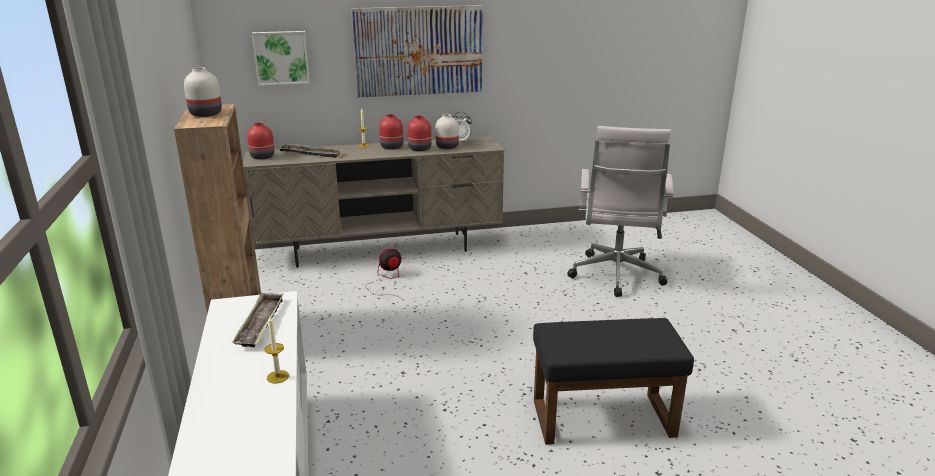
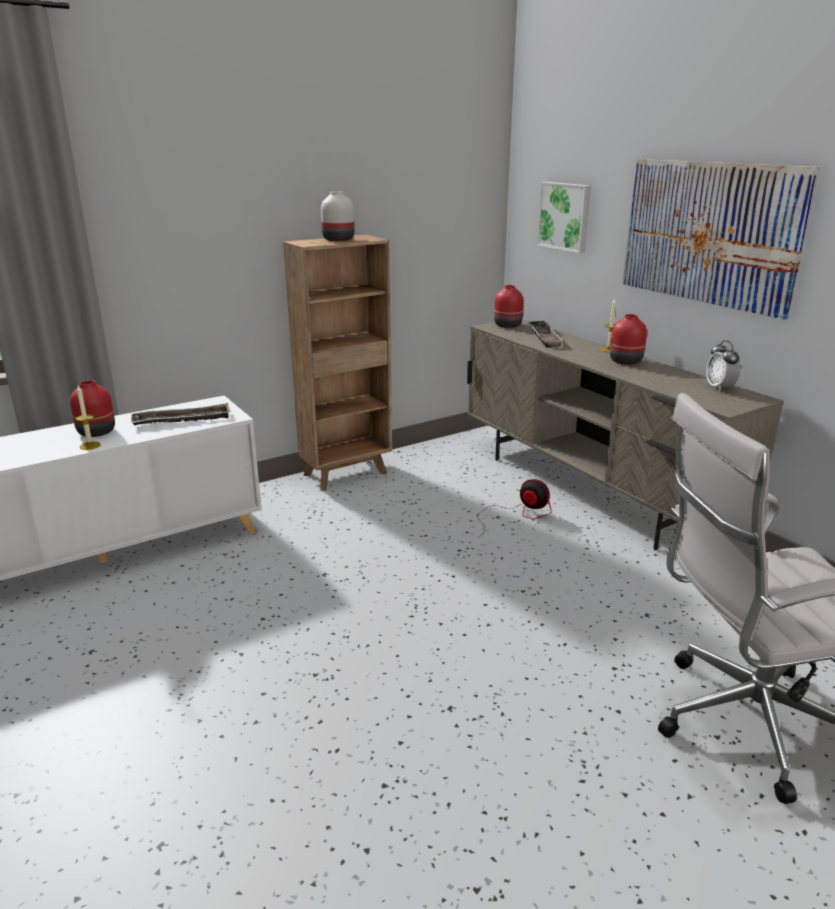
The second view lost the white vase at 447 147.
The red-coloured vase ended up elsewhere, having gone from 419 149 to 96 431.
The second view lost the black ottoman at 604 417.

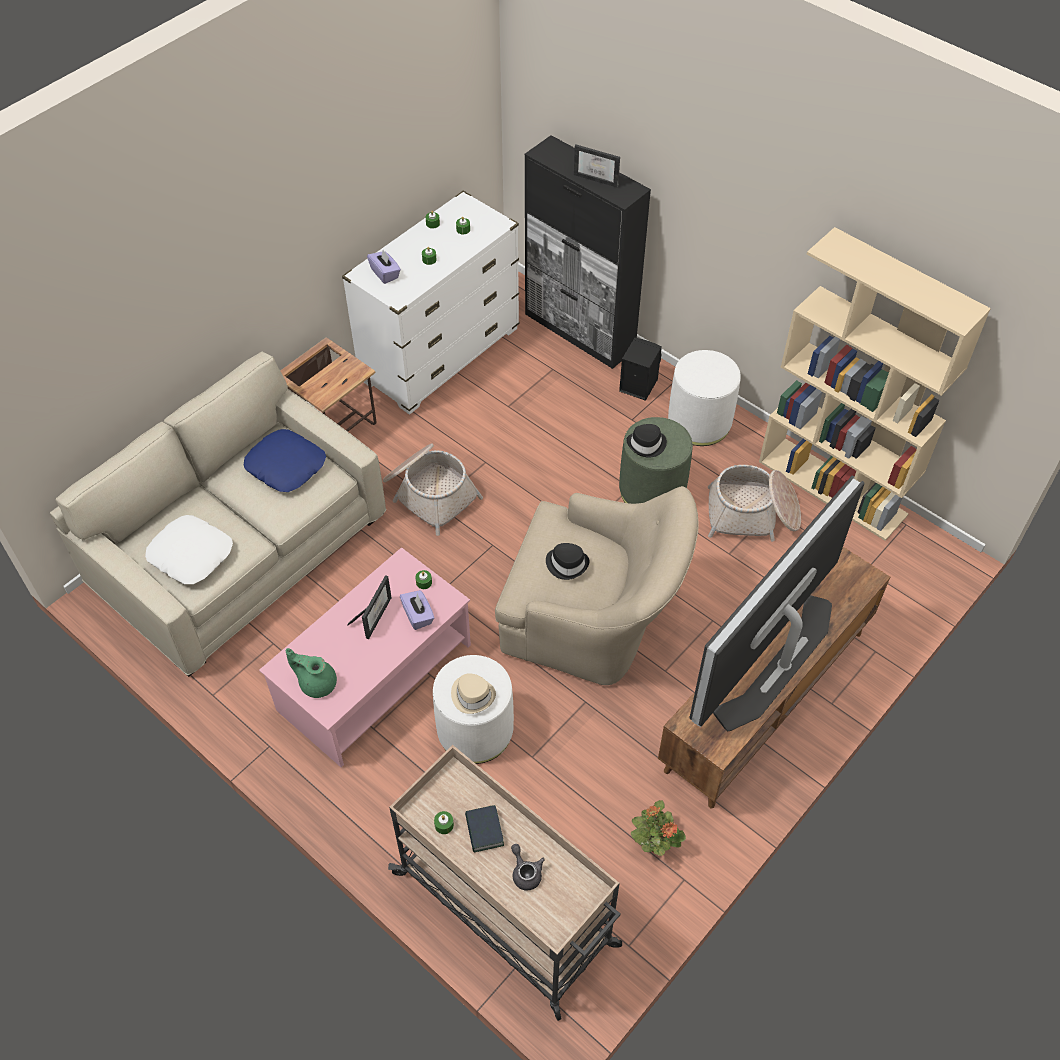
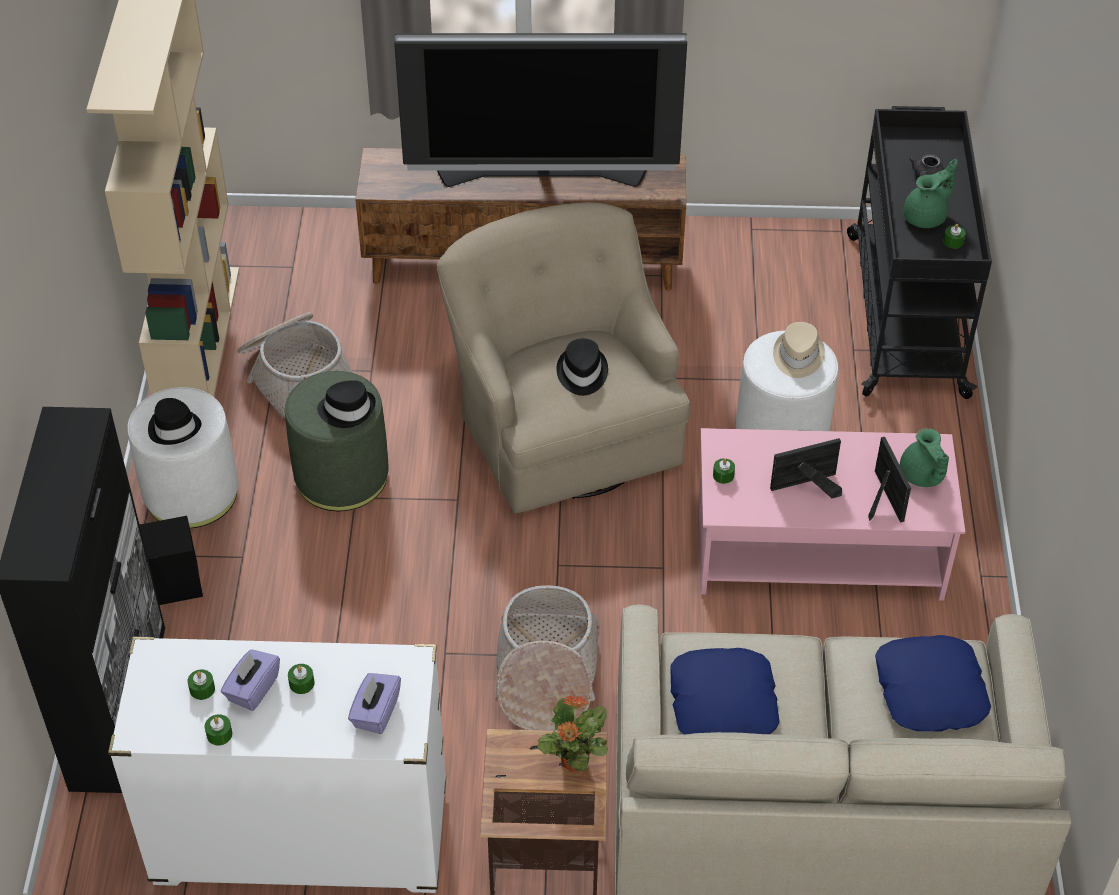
The picture frame ended up elsewhere, having gone from 598 178 to 881 496.
What was the white pillow at 191 554 turned into the blue-coloured pillow at 929 691.
The purple-coloured box of tissues ended up elsewhere, having gone from 418 616 to 252 689.
What was the beige cart at 507 911 turned into the black cart at 905 312.
The potted plant ended up elsewhere, having gone from 654 843 to 573 762.
Where the volume stood at 484 830, the green-coloured pot for tea came to stand at 926 217.
The second view gained the black wearable hat at 174 427.

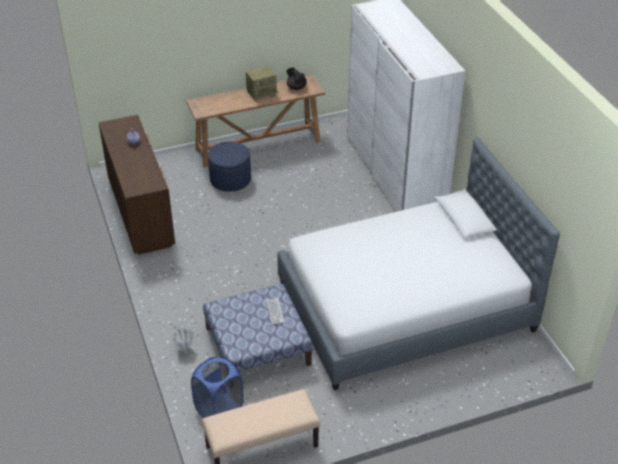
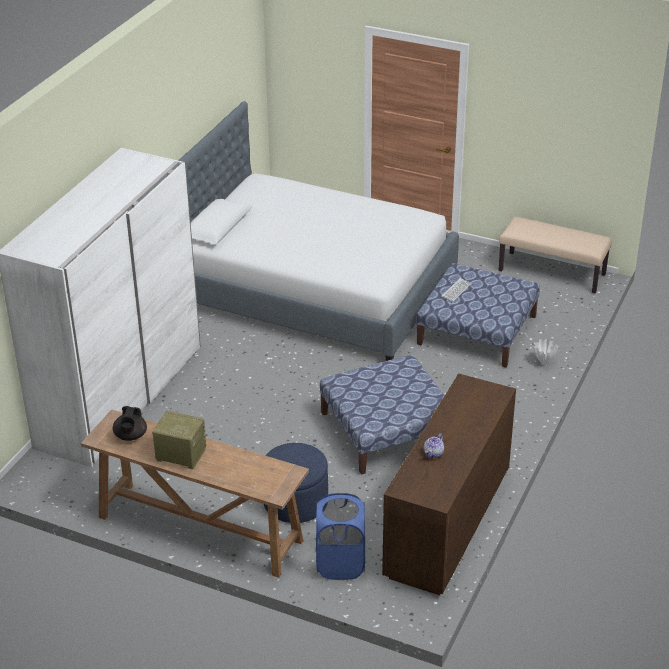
The blue-coloured laundry basket ended up elsewhere, having gone from 219 409 to 341 563.
The second view gained the ottoman at 388 429.

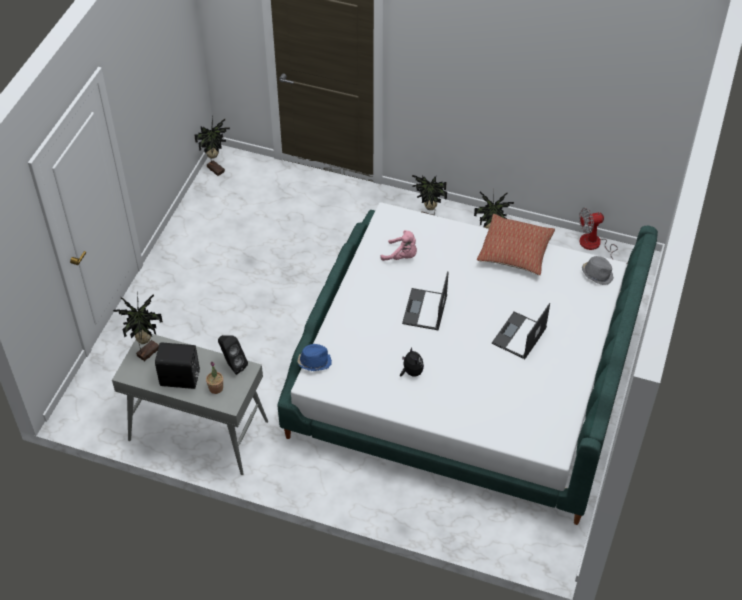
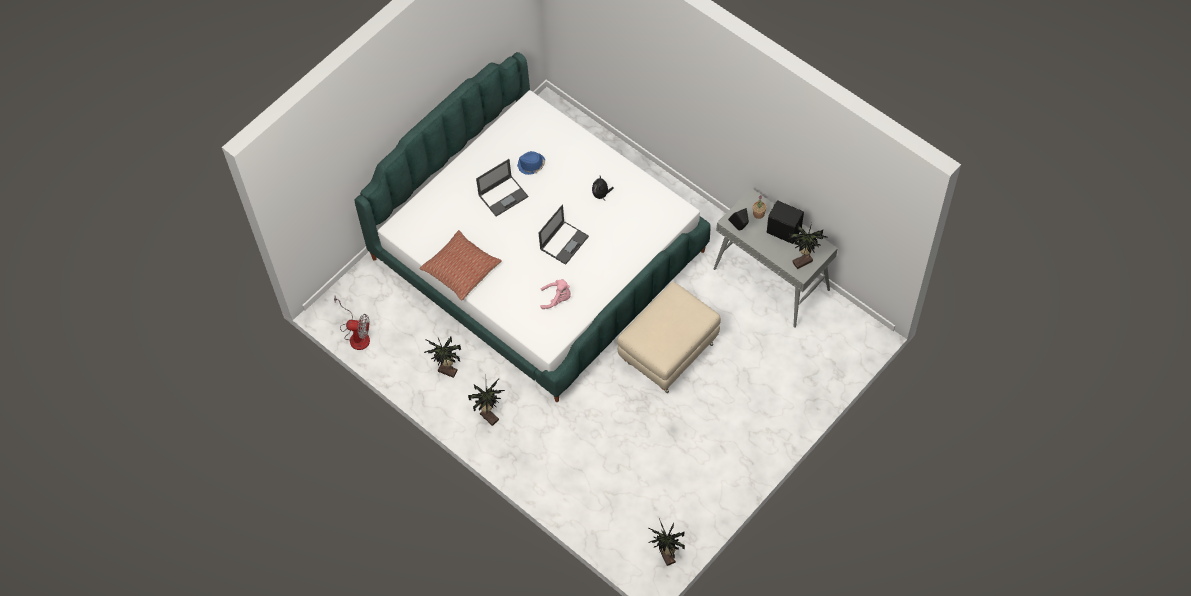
The pinkish cuddly toy at 402 256 ended up facing another way, 135 degrees clockwise from before.
The second view lost the grey wearable hat at 597 274.
The blue-coloured wearable hat ended up elsewhere, having gone from 314 362 to 531 165.
The second view gained the beige ottoman at 668 351.

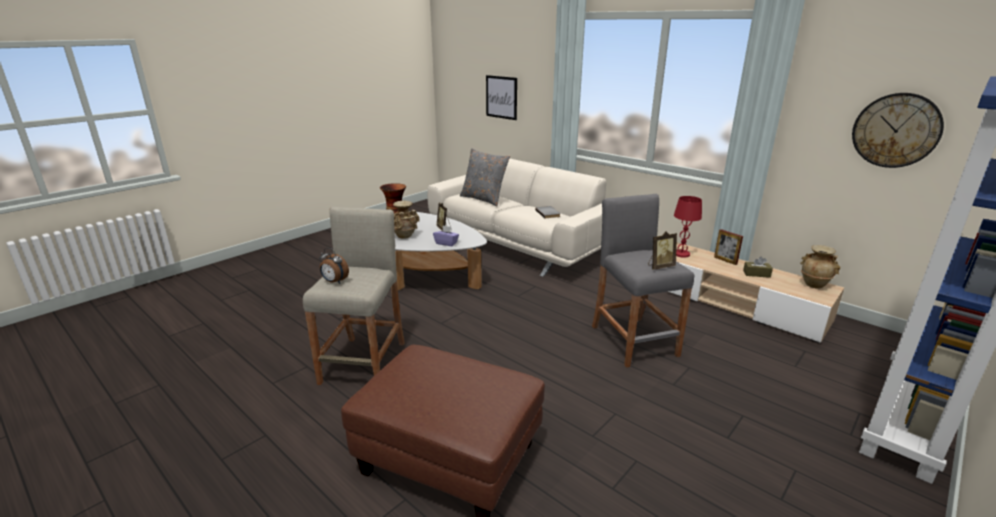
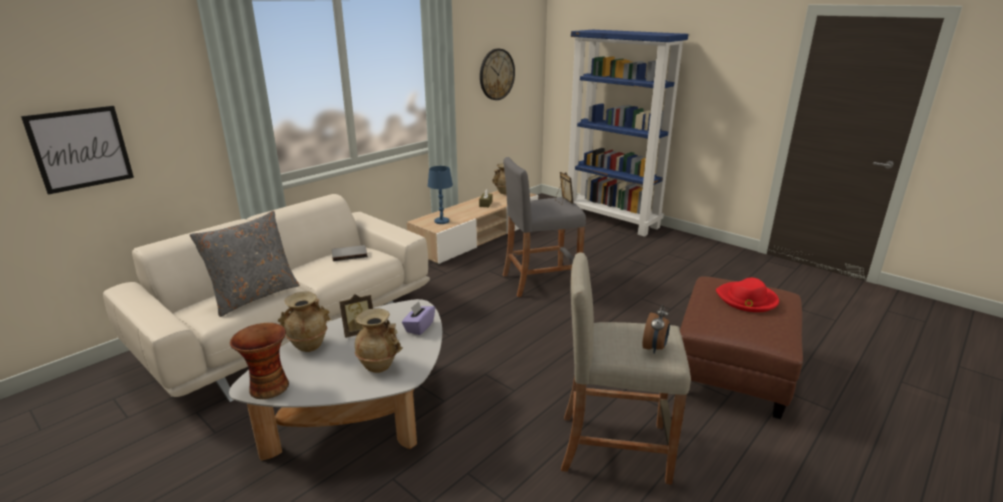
What was the red-coloured lamp for a table at 681 254 turned into the blue-coloured lamp for a table at 441 221.
The second view lost the picture frame at 725 260.
The second view gained the red-coloured wearable hat at 747 299.
The second view gained the beige vase at 308 345.

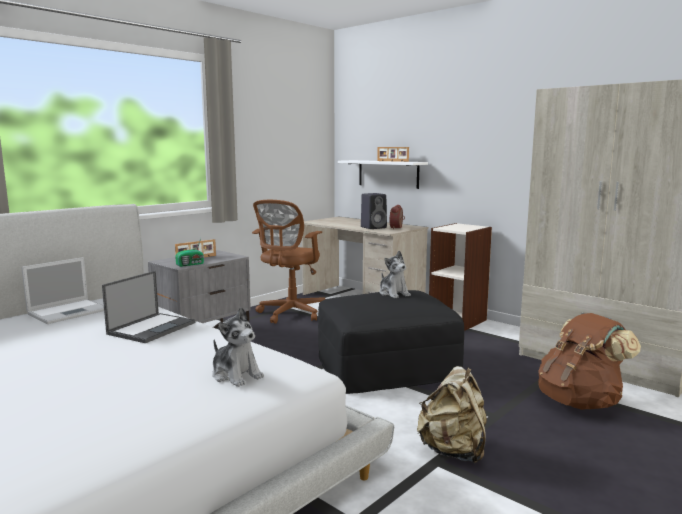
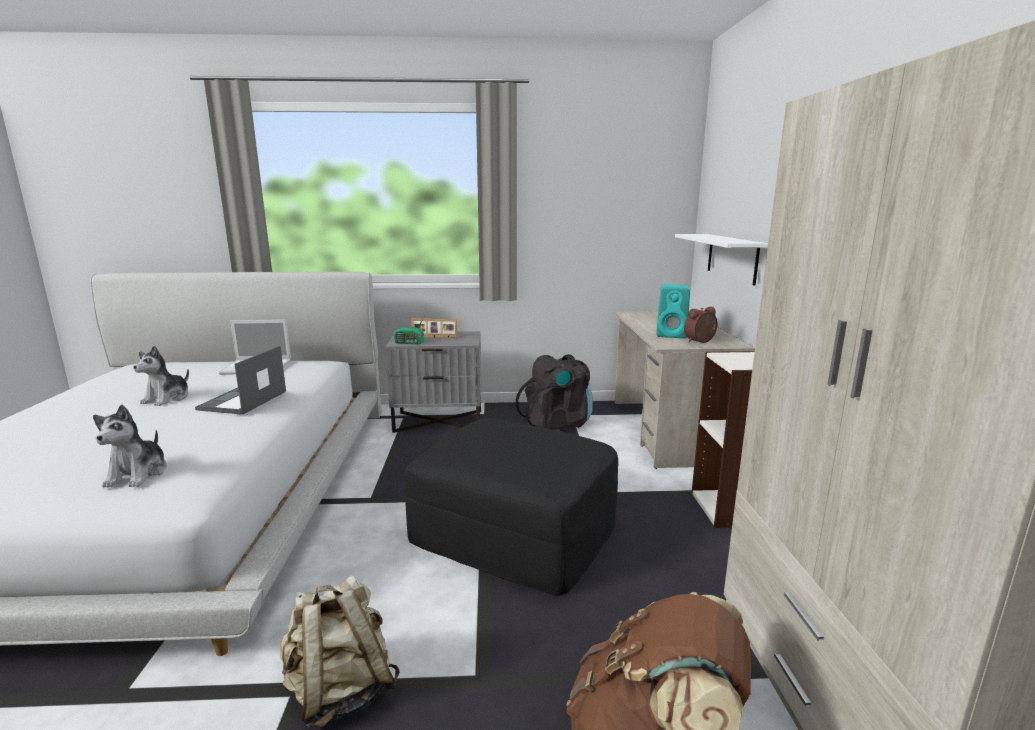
The second view lost the picture frame at 392 161.
What was the black loudspeaker at 374 227 turned into the turquoise loudspeaker at 672 335.
Where the brown-coloured desk chair stood at 291 314, the black rucksack came to stand at 557 422.
The cuddly toy ended up elsewhere, having gone from 393 293 to 167 398.
The notebook computer at 152 328 ended up facing another way, 120 degrees clockwise from before.

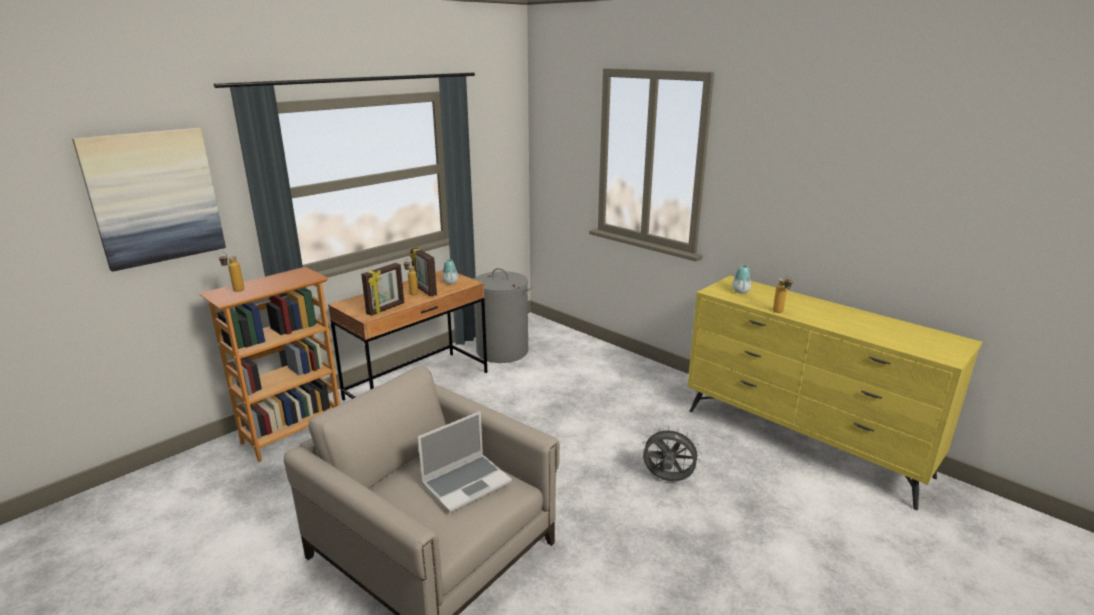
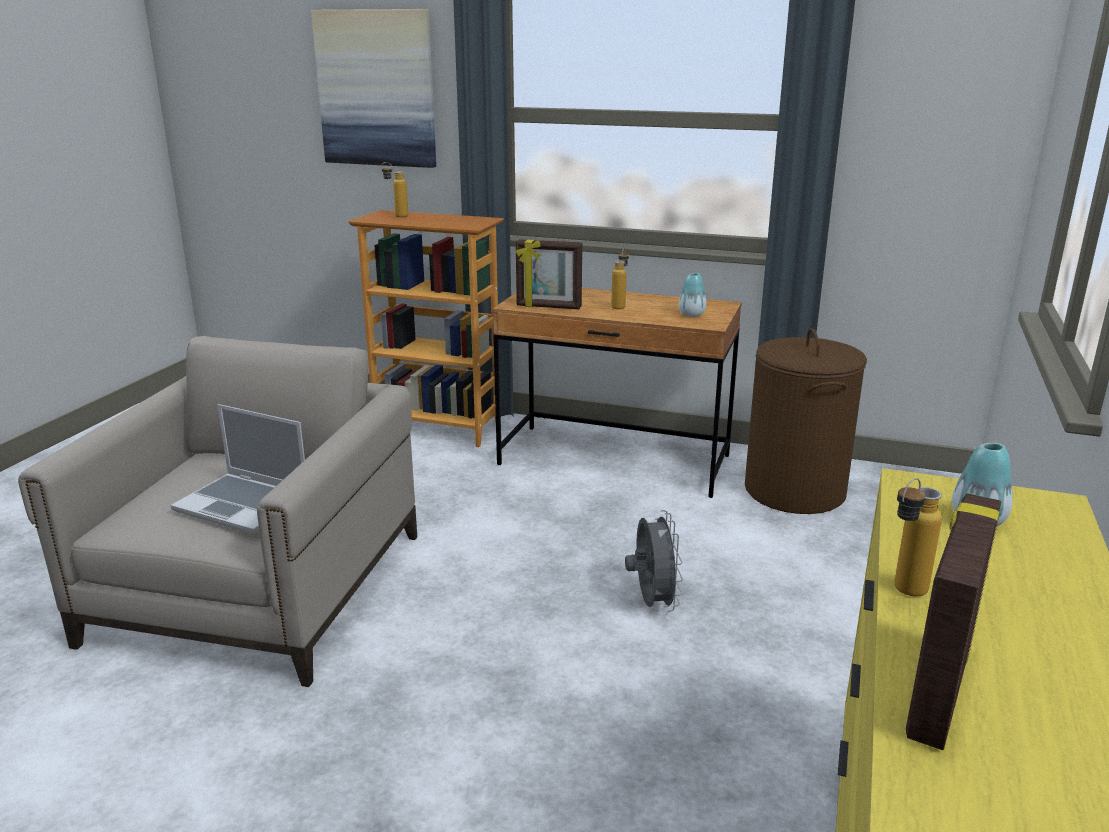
The picture frame ended up elsewhere, having gone from 424 290 to 936 691.
What was the grey laundry basket at 502 351 turned into the brown-coloured laundry basket at 795 491.
The grey electric fan ended up elsewhere, having gone from 667 480 to 652 603.

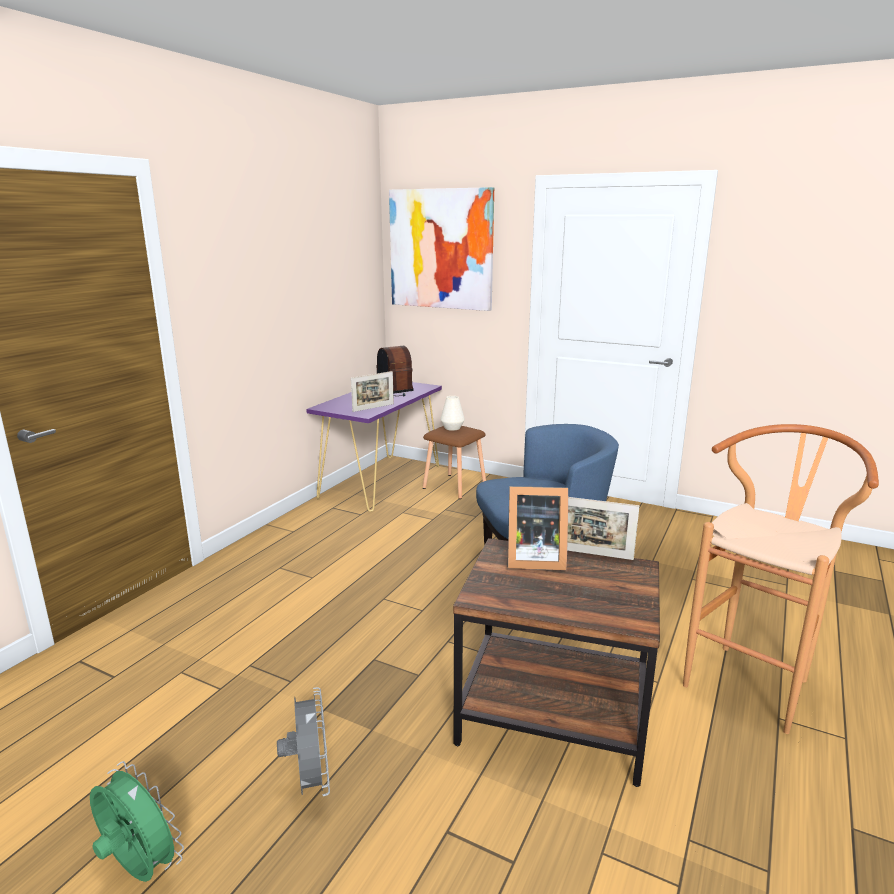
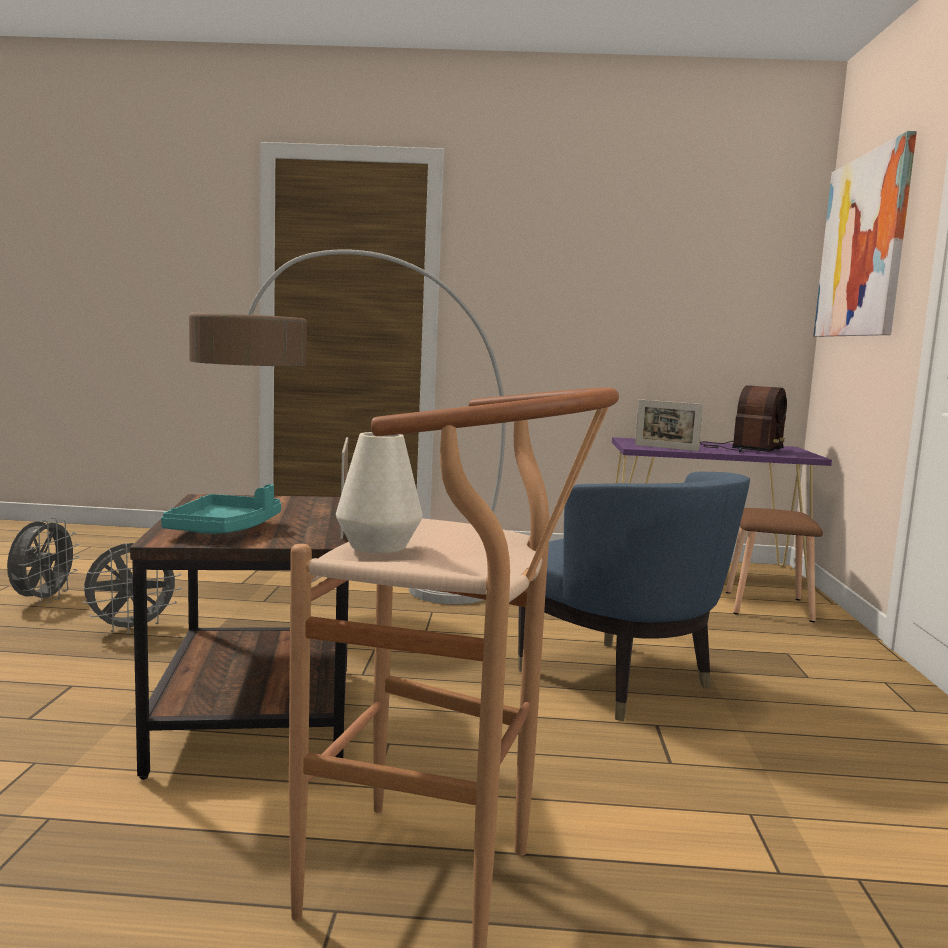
The white vase ended up elsewhere, having gone from 452 428 to 378 546.
The second view lost the picture frame at 533 559.
What was the green-coloured electric fan at 139 869 turned into the grey electric fan at 43 600.
The second view gained the standing lamp at 333 591.
The second view gained the turquoise serving tray at 225 529.

